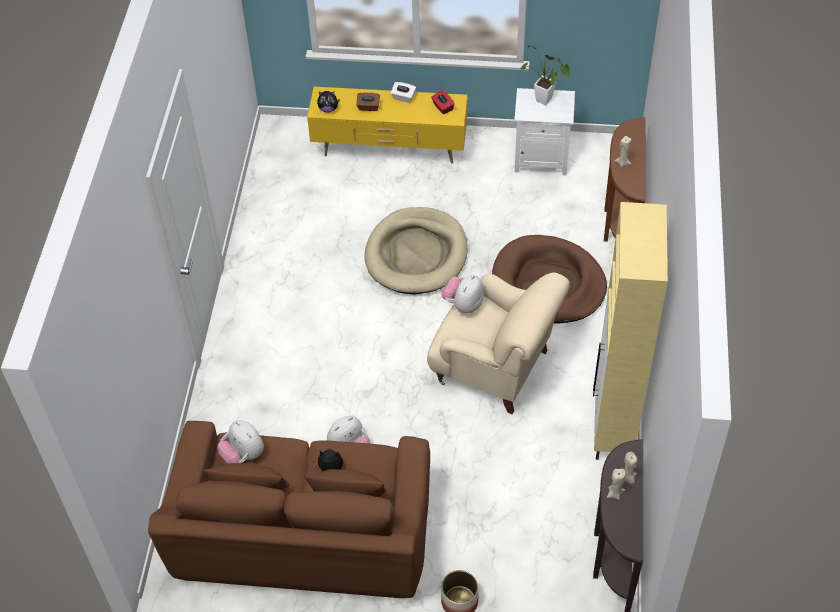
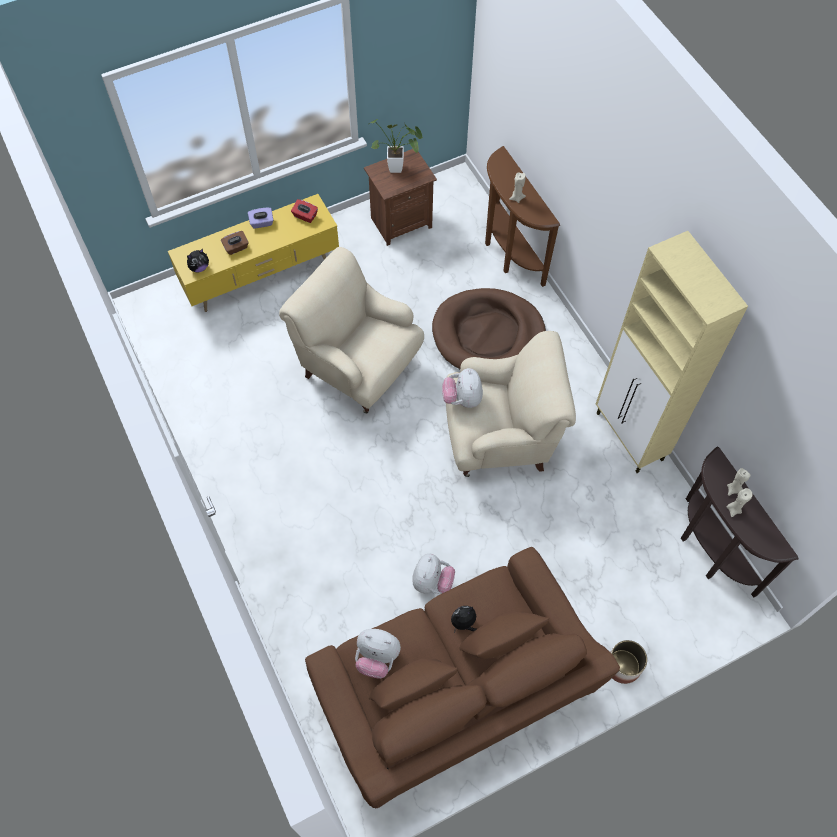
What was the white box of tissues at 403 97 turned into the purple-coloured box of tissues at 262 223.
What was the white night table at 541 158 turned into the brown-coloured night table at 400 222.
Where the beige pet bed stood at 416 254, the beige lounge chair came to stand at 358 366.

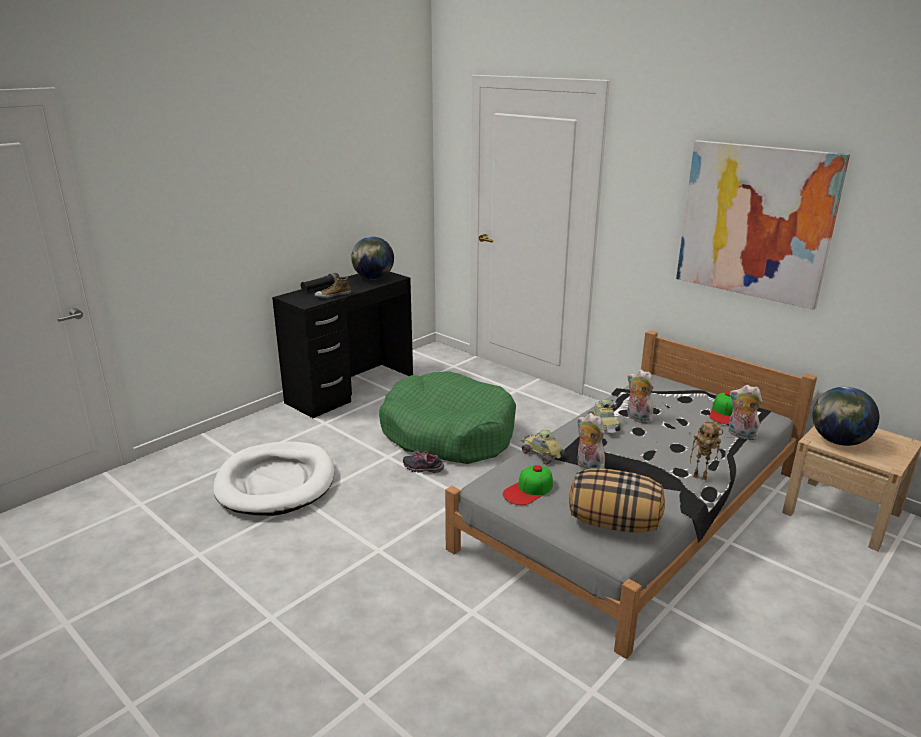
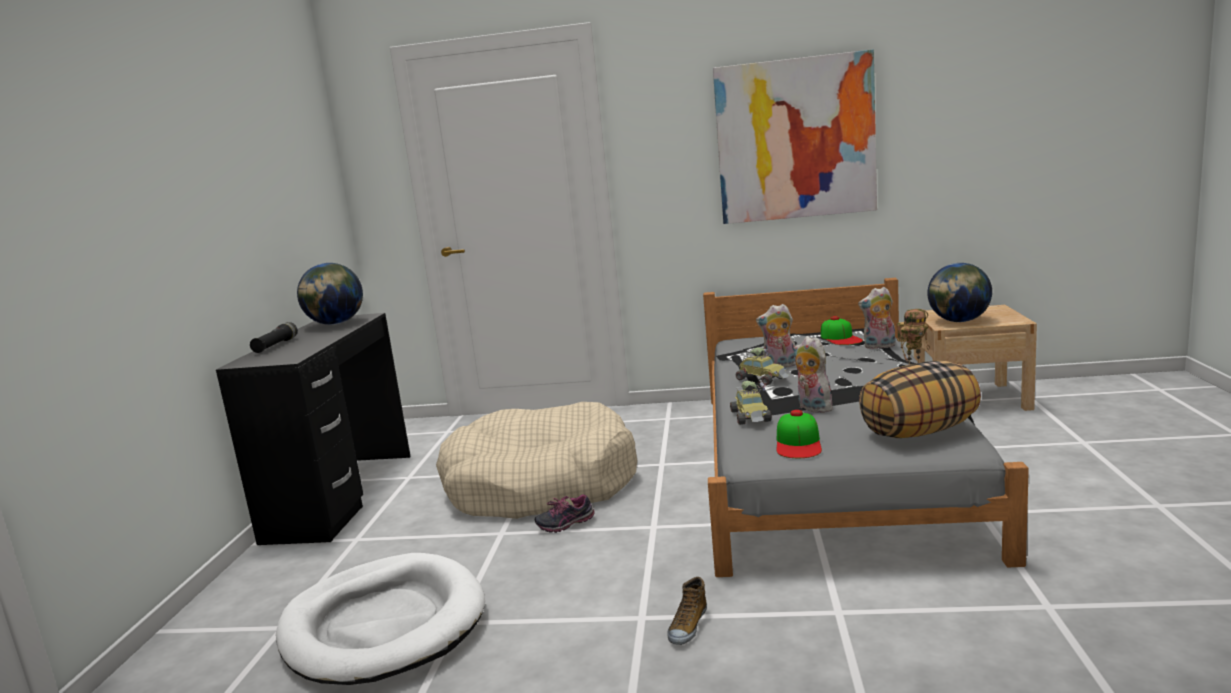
The shoe ended up elsewhere, having gone from 333 295 to 687 626.
What was the green-coloured pet bed at 448 433 turned into the beige pet bed at 540 485.
The cuddly toy at 587 467 ended up facing another way, 45 degrees clockwise from before.
The model car at 541 454 ended up facing another way, 105 degrees counterclockwise from before.

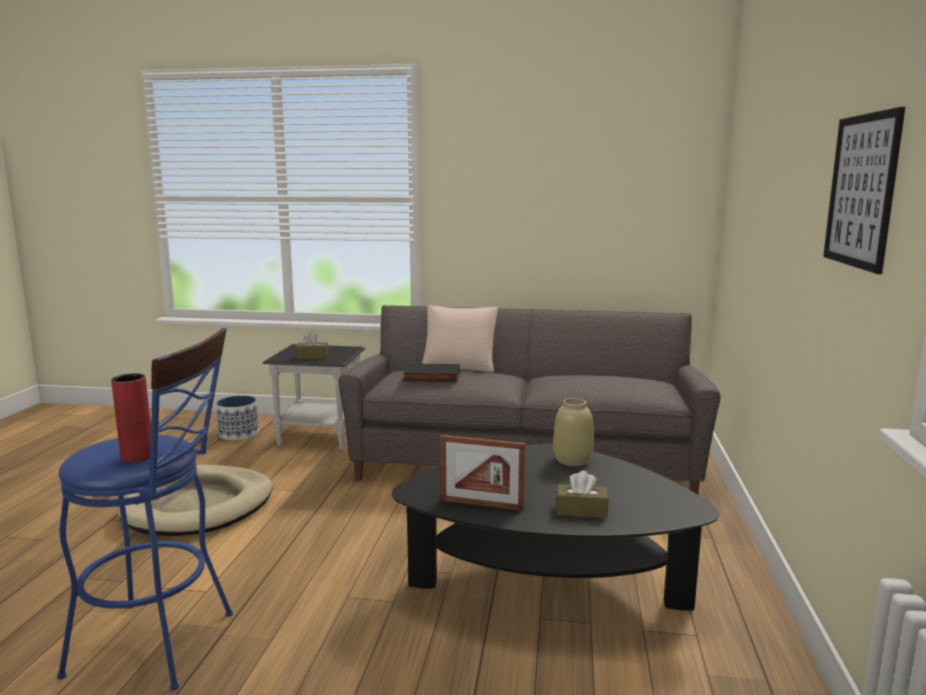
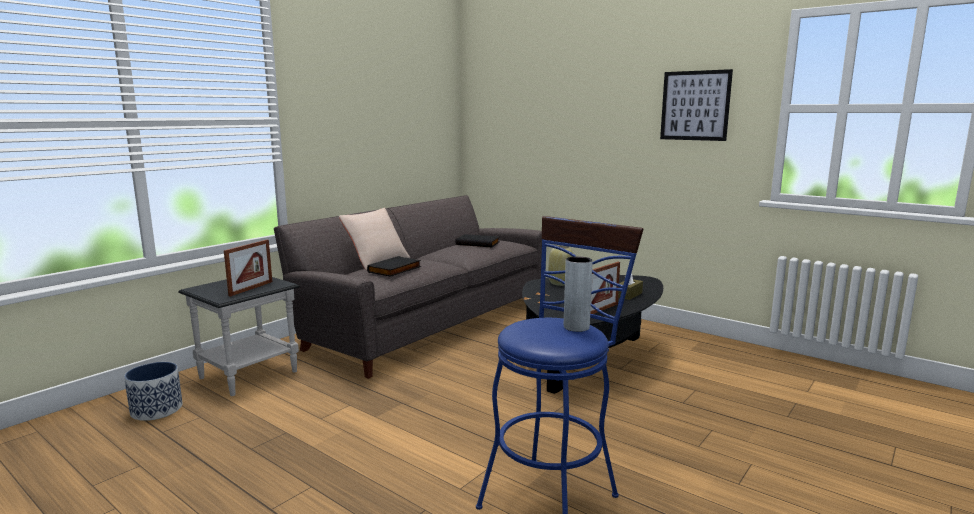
Where the brown-coloured box of tissues stood at 312 356, the picture frame came to stand at 251 288.
What was the red-coloured vase at 137 456 turned into the grey vase at 576 327.
The second view lost the beige pet bed at 199 506.
The second view gained the black volume at 478 243.

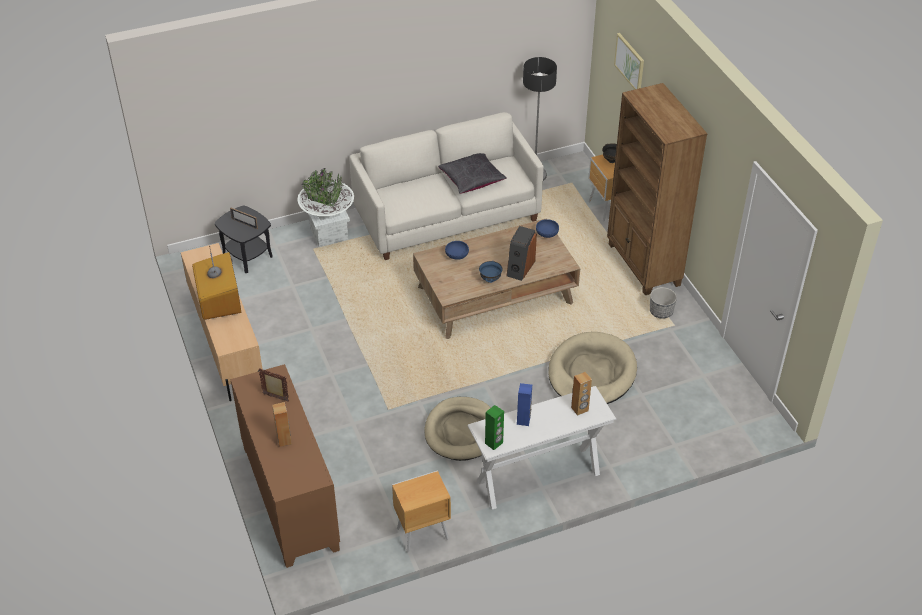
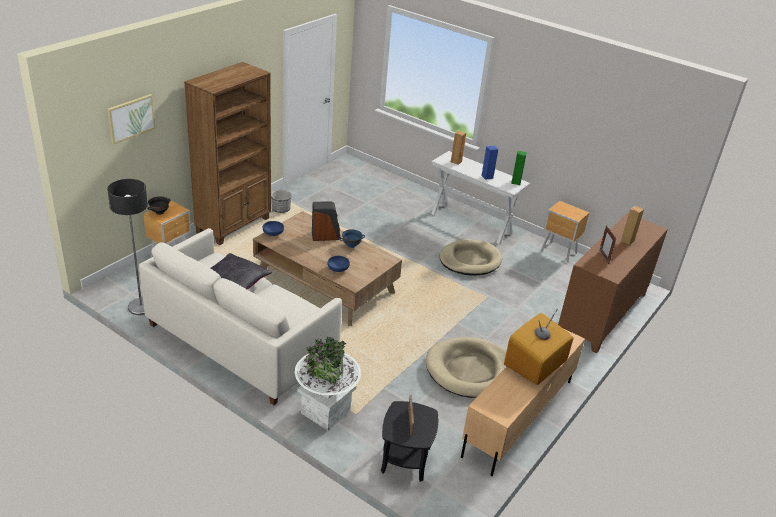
The beige pet bed ended up elsewhere, having gone from 591 373 to 471 371.

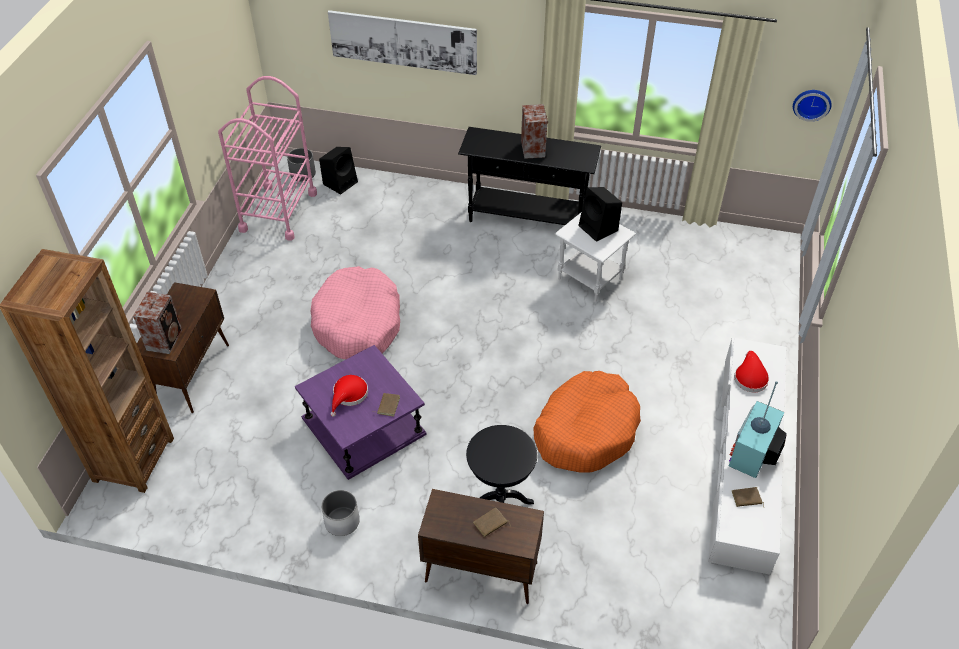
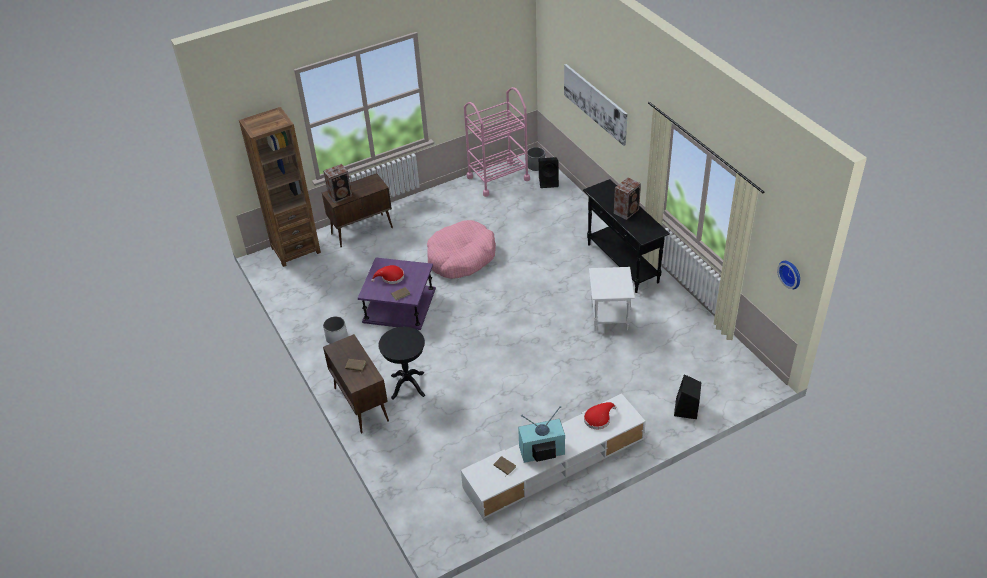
The black loudspeaker ended up elsewhere, having gone from 599 228 to 686 409.
The second view lost the orange pet bed at 585 430.

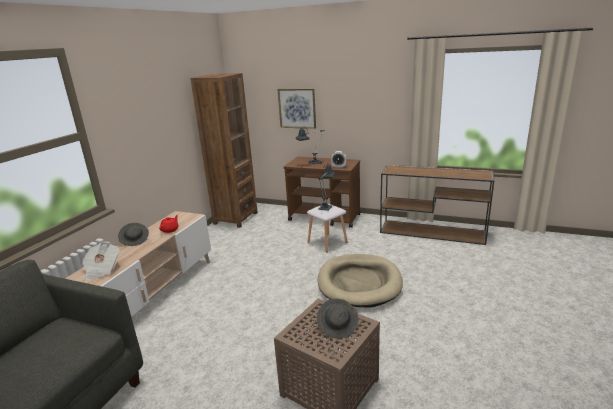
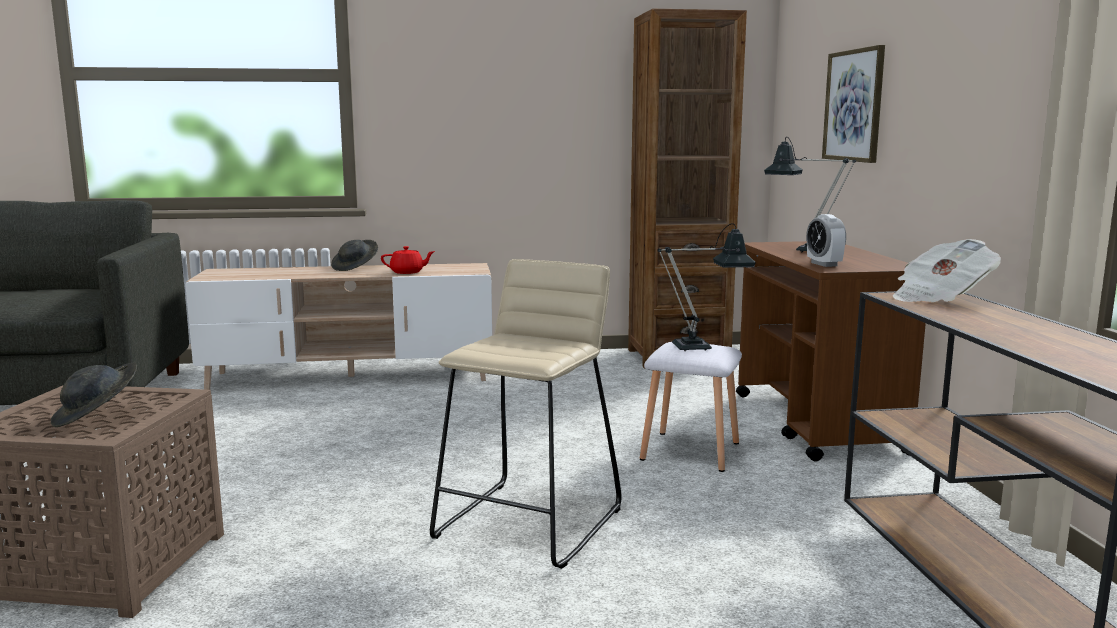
The printed paper ended up elsewhere, having gone from 102 270 to 939 297.
Where the beige pet bed stood at 359 283, the beige sitting stool came to stand at 530 523.

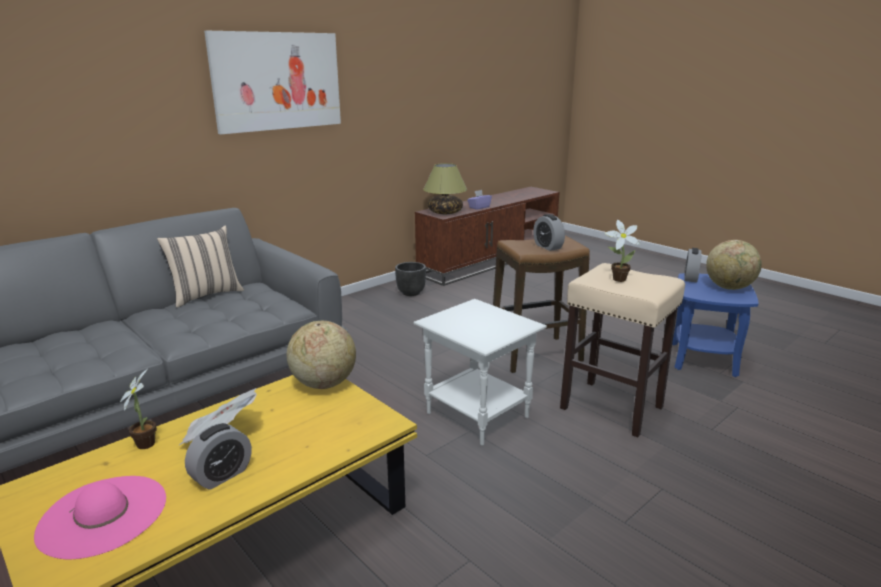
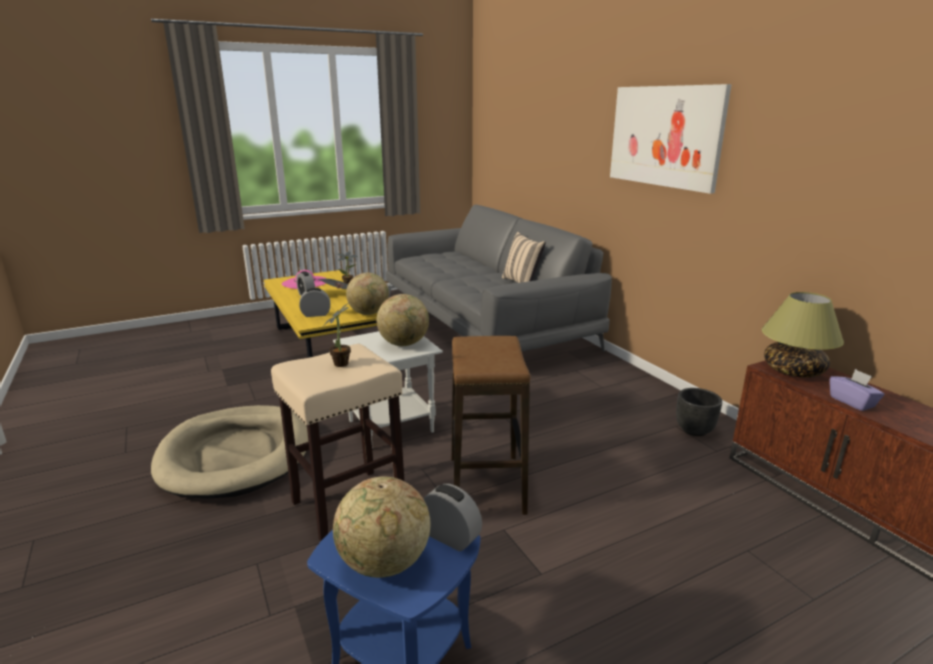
The table clock ended up elsewhere, having gone from 547 247 to 316 314.
The second view gained the globe at 404 344.
The second view gained the beige pet bed at 235 455.

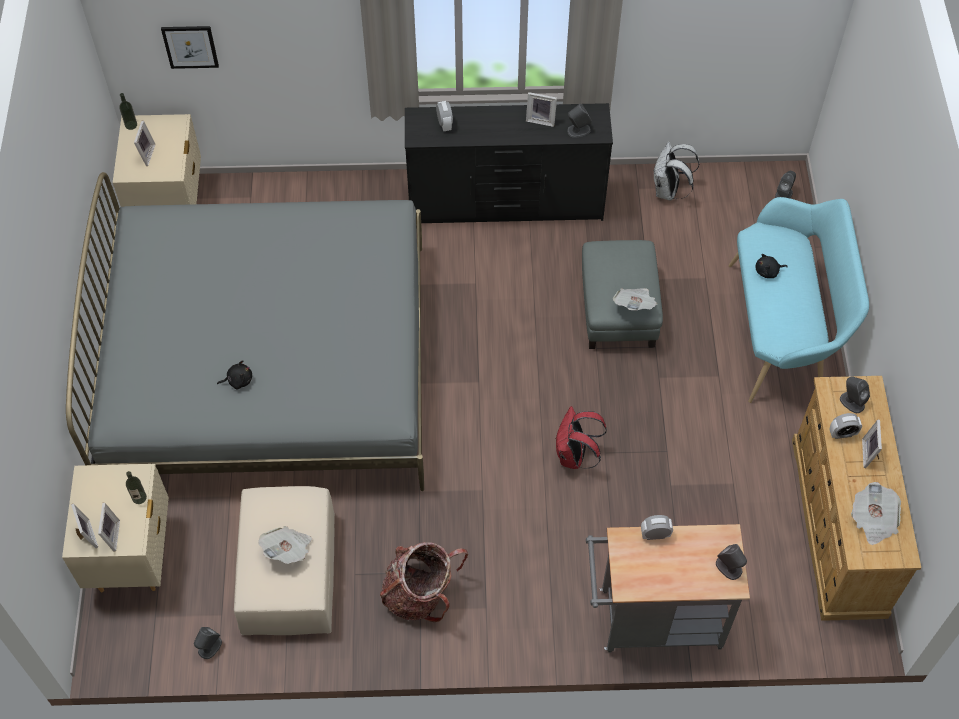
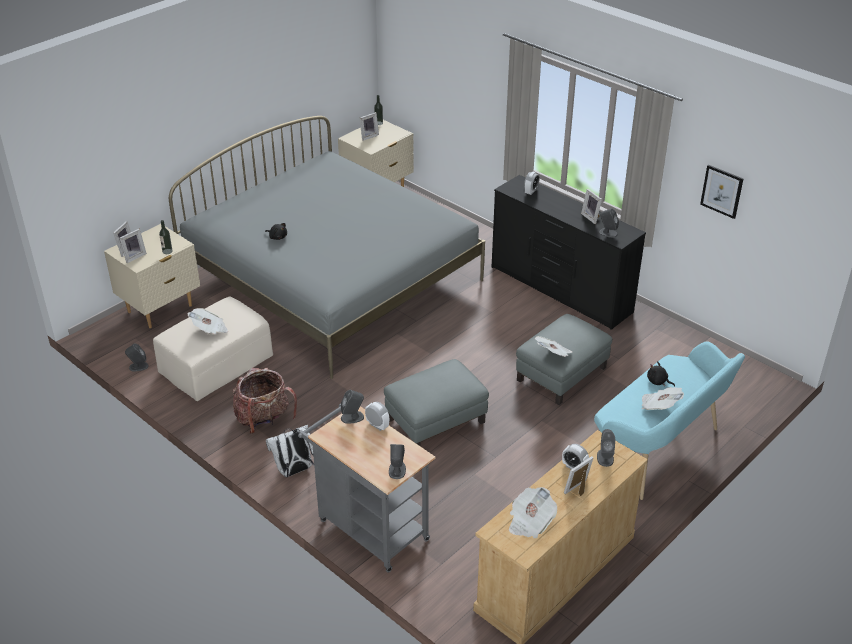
The wall art ended up elsewhere, having gone from 190 46 to 722 191.
The white rucksack ended up elsewhere, having gone from 668 191 to 294 471.
The grey loudspeaker ended up elsewhere, having gone from 783 194 to 352 417.
Where the red-coloured rucksack stood at 574 456, the grey ottoman came to stand at 436 421.
The second view gained the printed paper at 659 406.

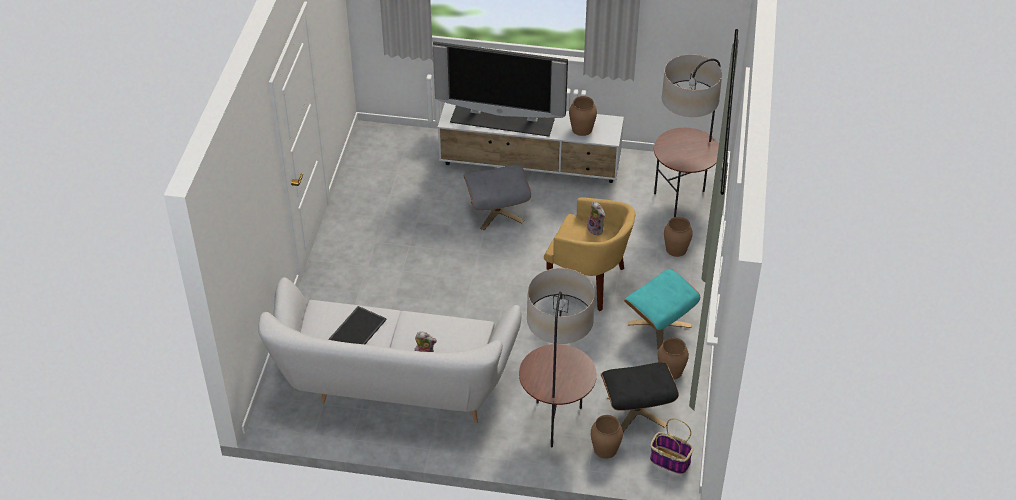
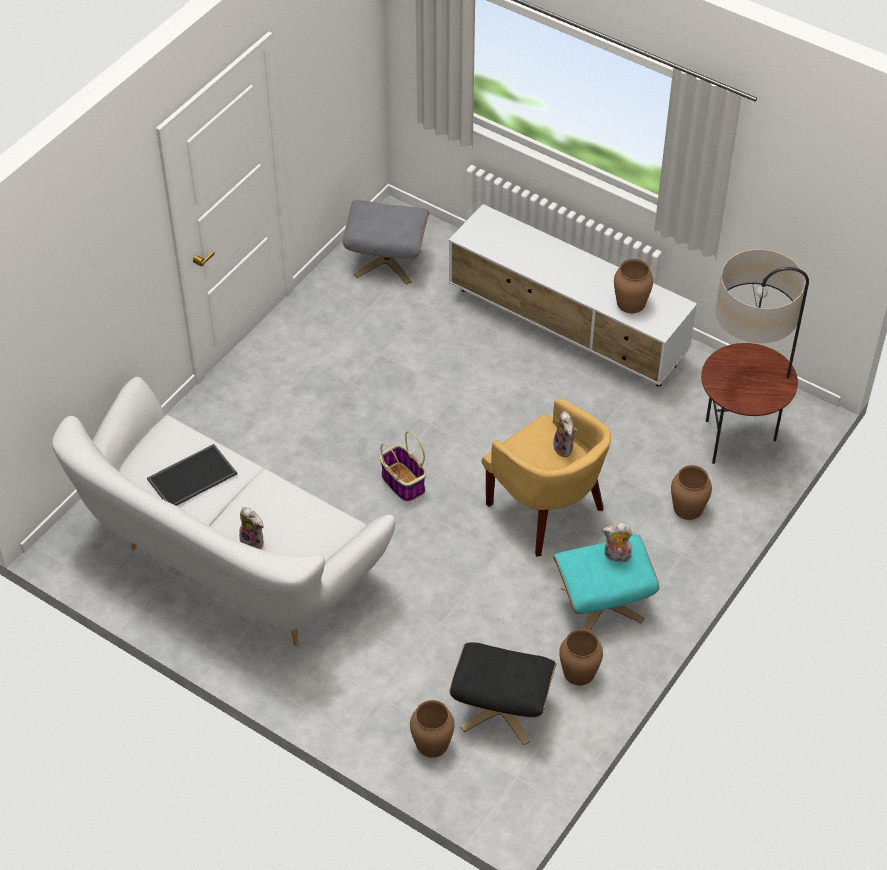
The second view lost the TV at 503 119.
The grey ottoman ended up elsewhere, having gone from 497 211 to 387 260.
The second view lost the standing lamp at 555 423.
The storage basket ended up elsewhere, having gone from 669 460 to 402 482.
The second view gained the cuddly toy at 616 557.

